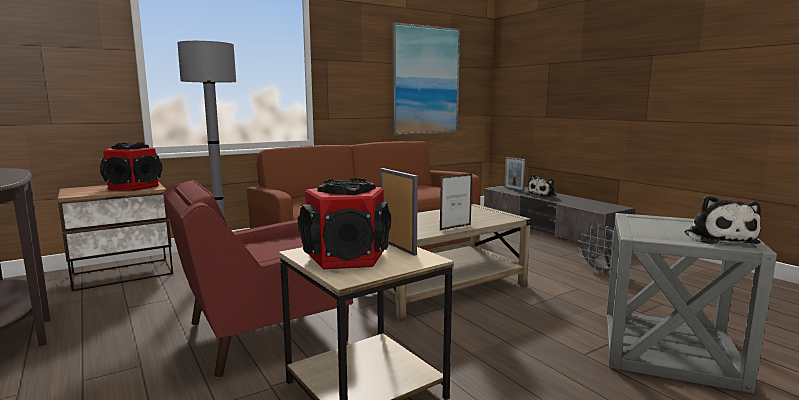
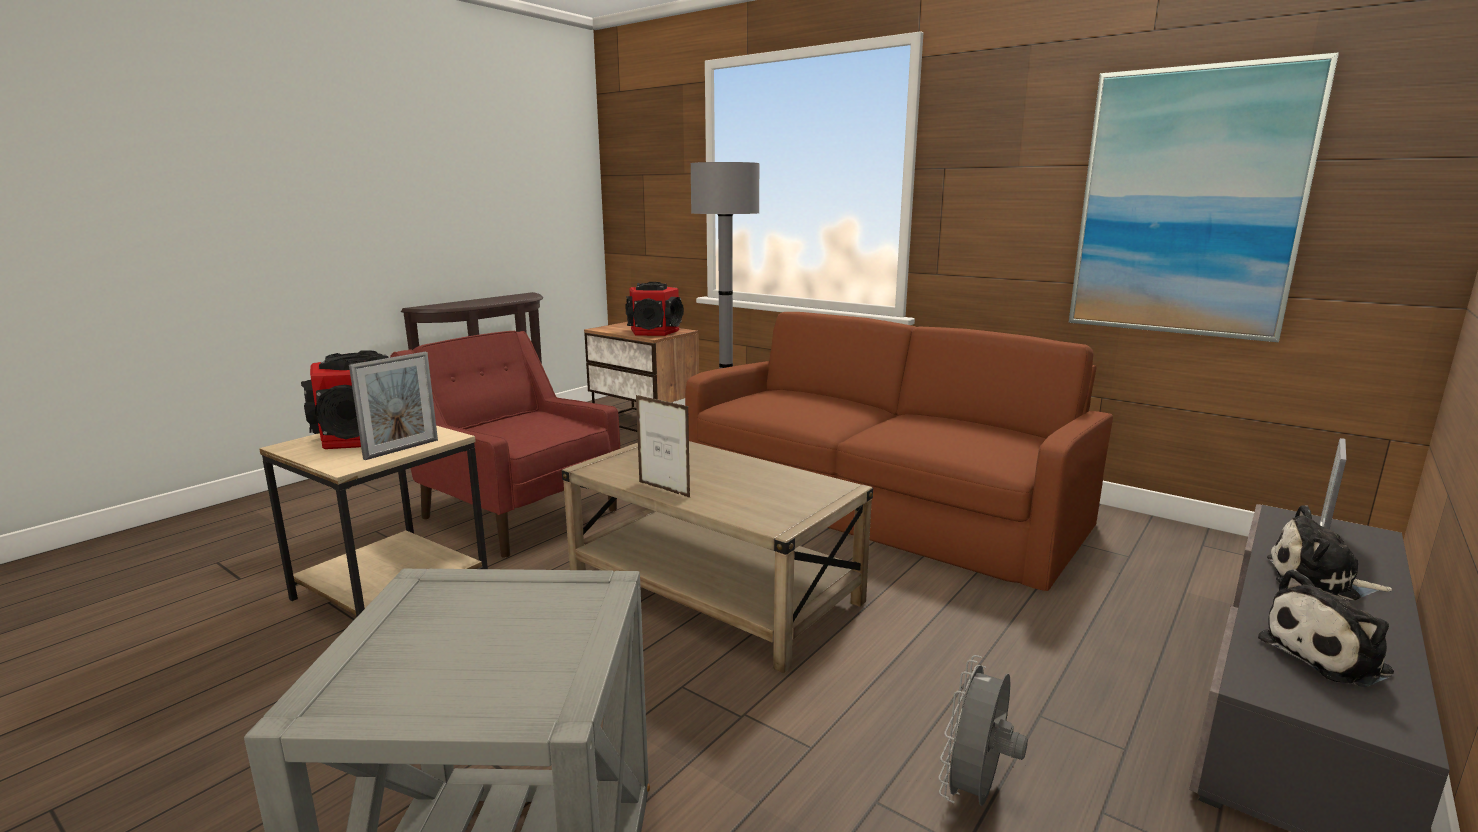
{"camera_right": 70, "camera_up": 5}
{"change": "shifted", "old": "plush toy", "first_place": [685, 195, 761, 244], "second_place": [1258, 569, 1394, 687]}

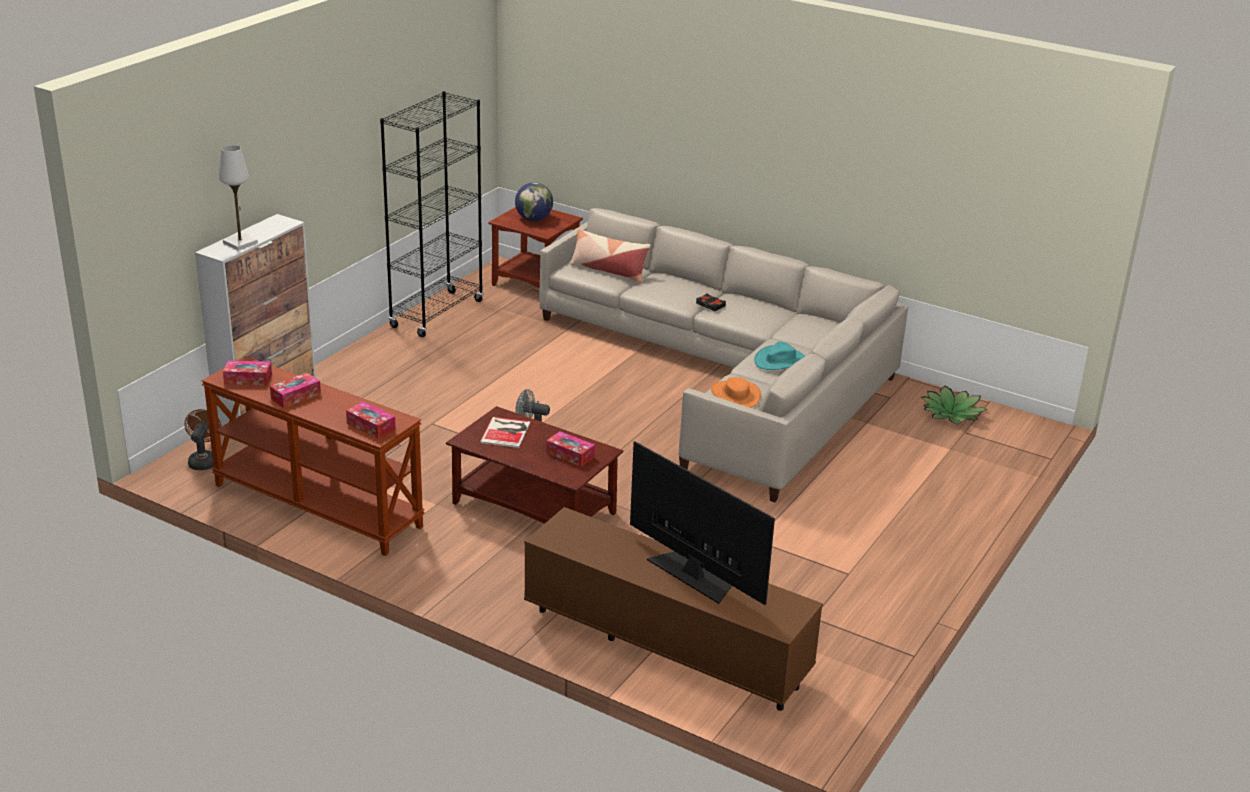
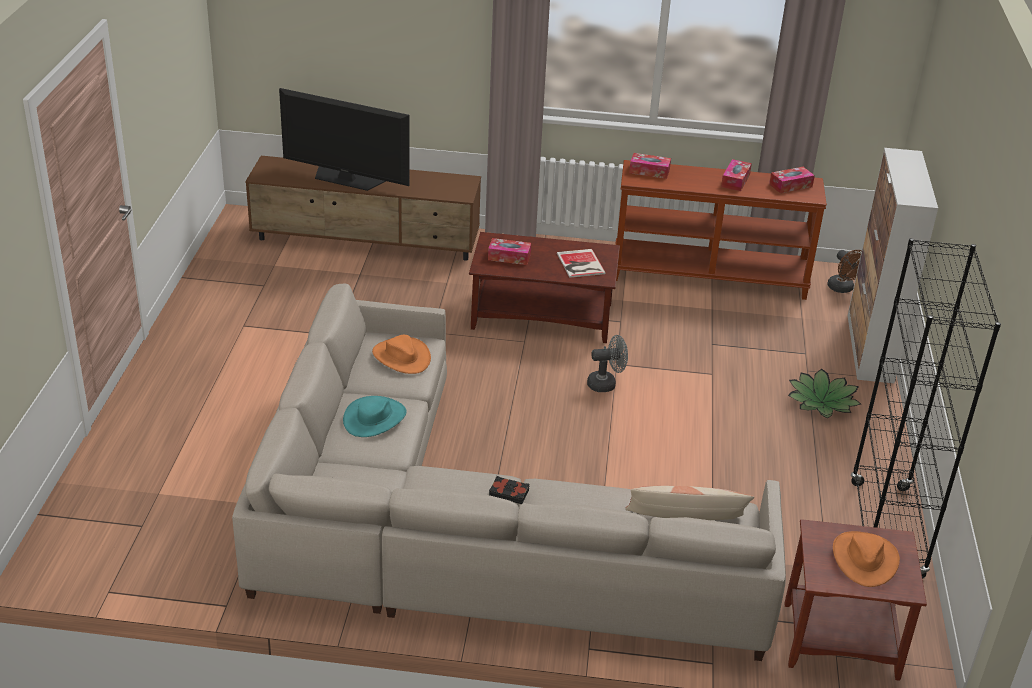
{"camera_right": 155, "camera_up": 5}
{"change": "gone", "old": "table lamp in white", "first_place": [219, 145, 258, 250]}
{"change": "swapped", "old": "globe", "new": "hat in orange", "first_place": [515, 182, 553, 221], "second_place": [833, 531, 900, 587]}
{"change": "shifted", "old": "potted plant", "first_place": [921, 385, 988, 424], "second_place": [788, 369, 861, 418]}

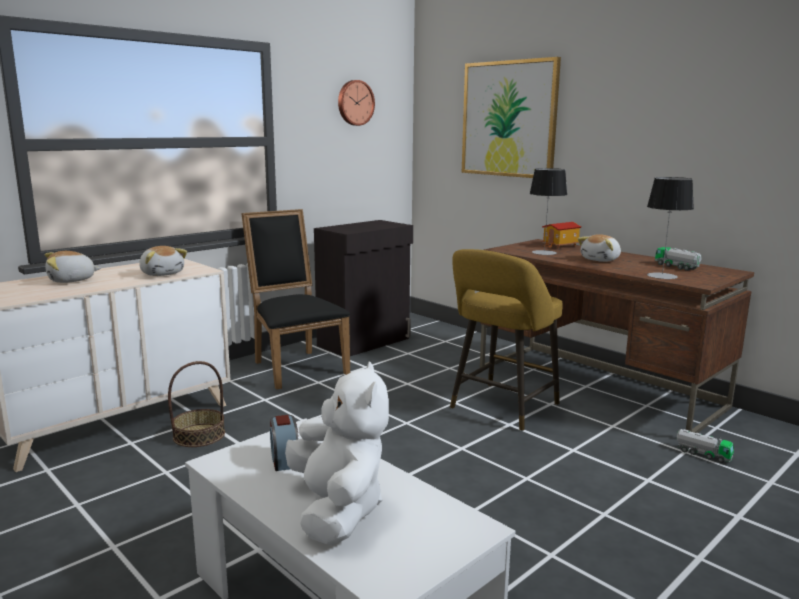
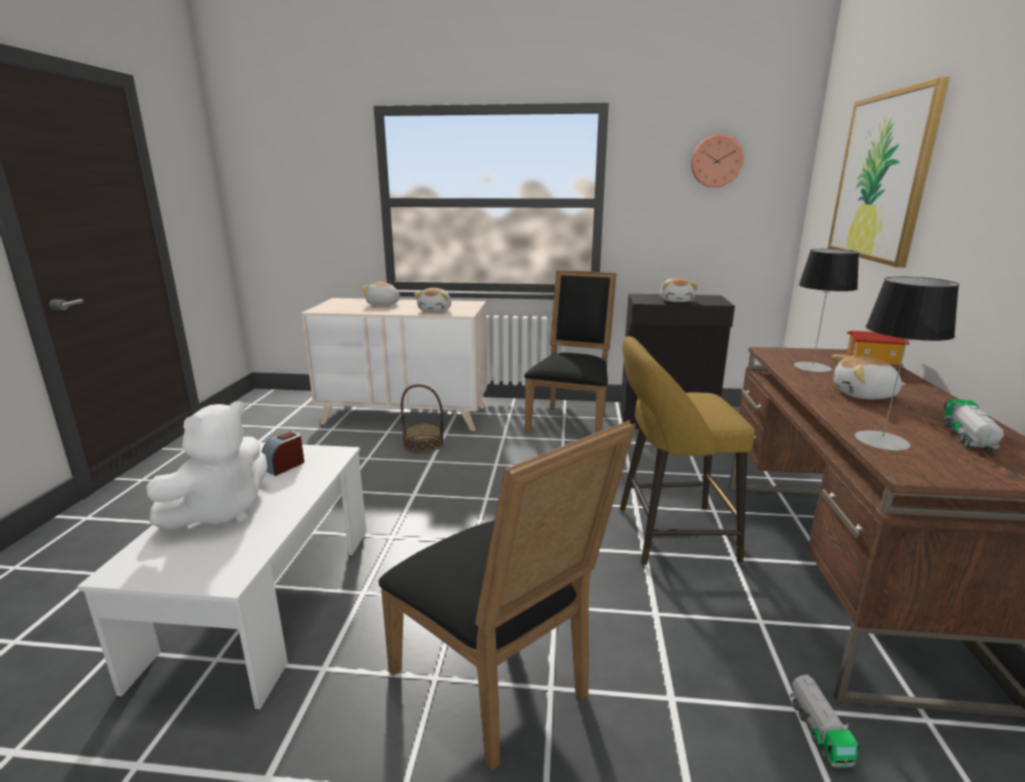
{"camera_right": 50, "camera_up": 5}
{"change": "new", "new": "plush toy", "second_place": [660, 278, 698, 302]}
{"change": "new", "new": "chair in black", "second_place": [379, 420, 636, 771]}

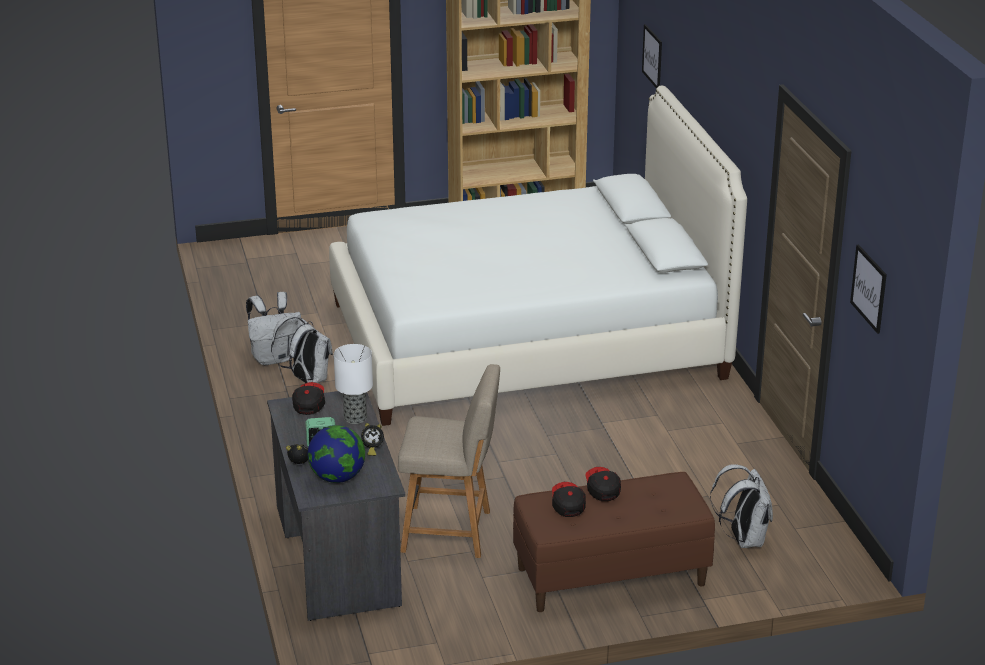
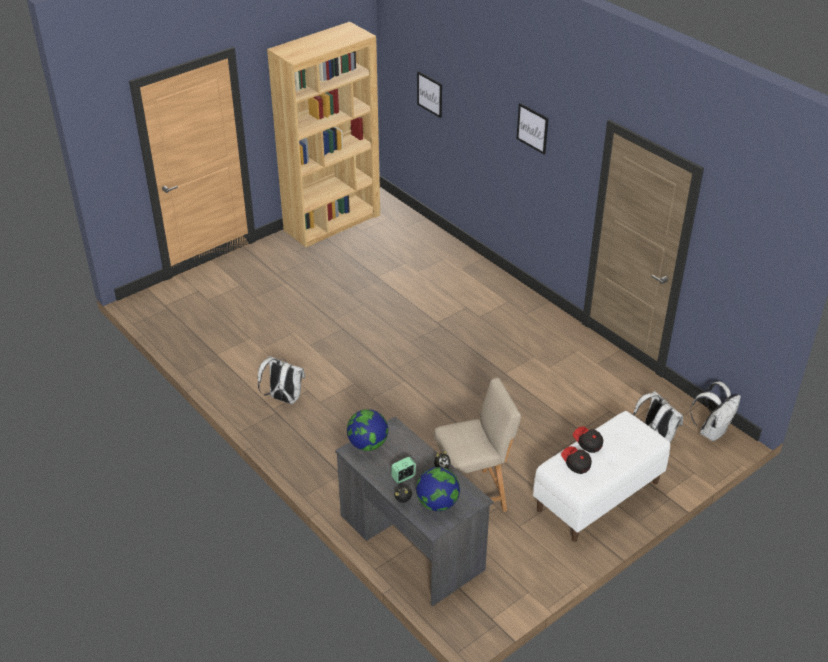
{"camera_right": -25, "camera_up": 10}
{"change": "gone", "old": "bed in white", "first_place": [329, 86, 747, 426]}
{"change": "shifted", "old": "picture", "first_place": [850, 245, 887, 334], "second_place": [516, 103, 549, 155]}
{"change": "shifted", "old": "backpack in white", "first_place": [246, 292, 301, 365], "second_place": [690, 381, 741, 441]}
{"change": "gone", "old": "table lamp", "first_place": [334, 344, 373, 424]}
{"change": "swapped", "old": "cap", "new": "globe", "first_place": [292, 382, 325, 415], "second_place": [347, 409, 388, 451]}
{"change": "repainted", "old": "bench in brown", "new": "bench in white", "first_place": [513, 472, 715, 612], "second_place": [533, 411, 670, 542]}

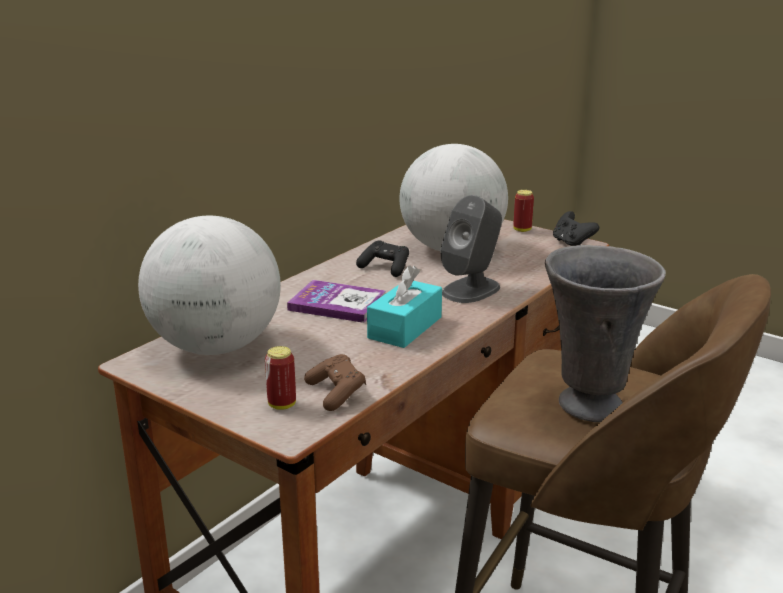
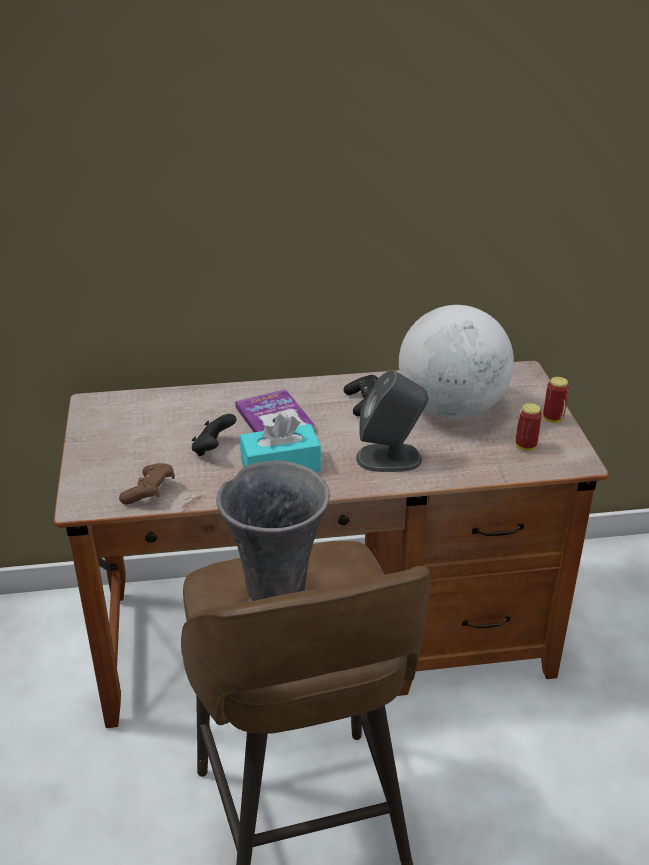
{"camera_right": 45, "camera_up": 10}
{"change": "shifted", "old": "game controller in black", "first_place": [553, 211, 599, 246], "second_place": [192, 414, 237, 456]}
{"change": "gone", "old": "globe", "first_place": [138, 216, 281, 355]}
{"change": "shifted", "old": "can", "first_place": [265, 346, 296, 410], "second_place": [516, 403, 542, 451]}

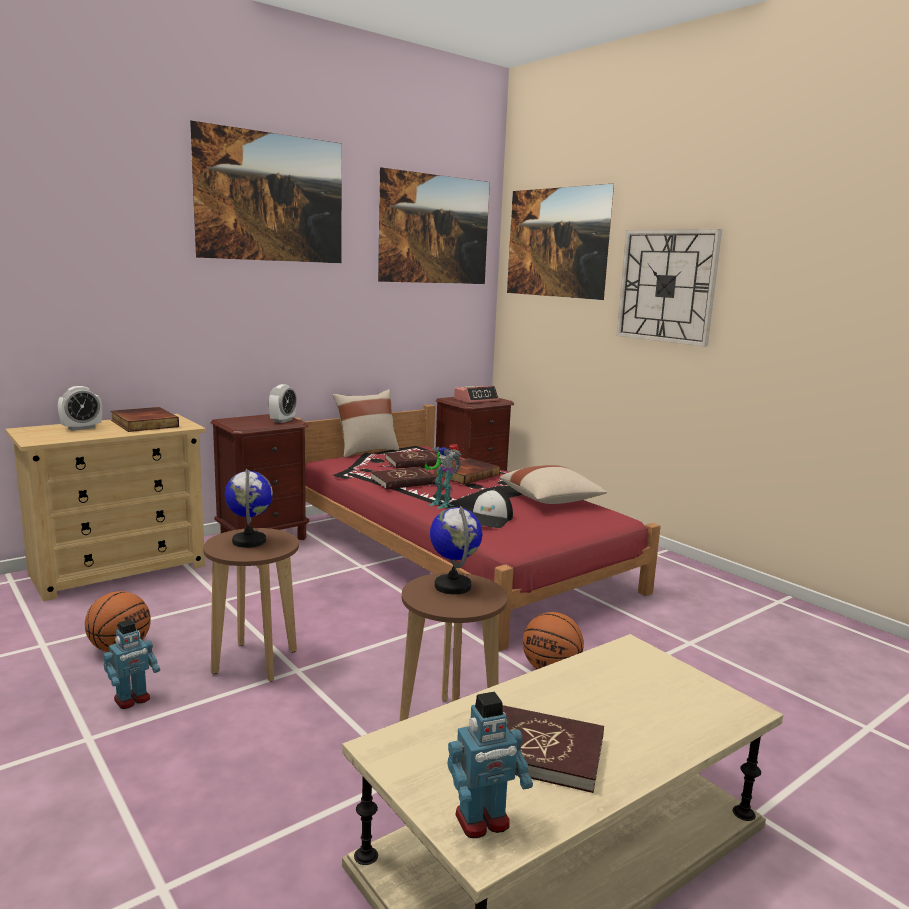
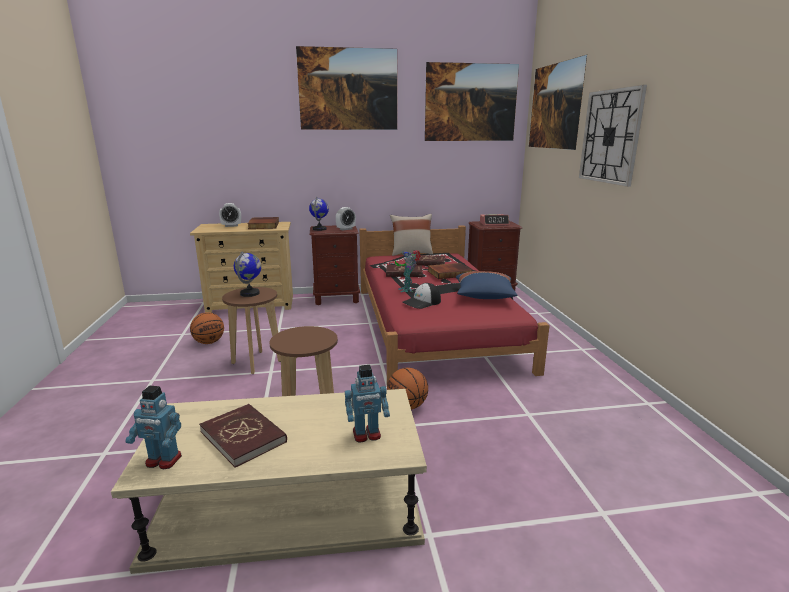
{"camera_right": 30, "camera_up": 5}
{"change": "repainted", "old": "pillow in beige", "new": "pillow in blue", "first_place": [500, 465, 607, 504], "second_place": [456, 271, 517, 299]}
{"change": "shifted", "old": "globe", "first_place": [430, 506, 482, 594], "second_place": [309, 197, 329, 231]}
{"change": "shifted", "old": "toy robot", "first_place": [103, 619, 160, 709], "second_place": [345, 365, 390, 442]}

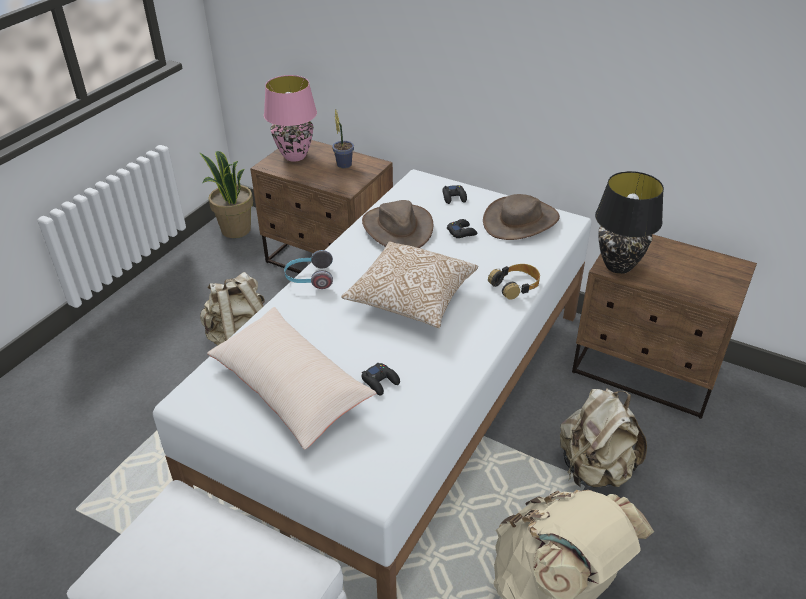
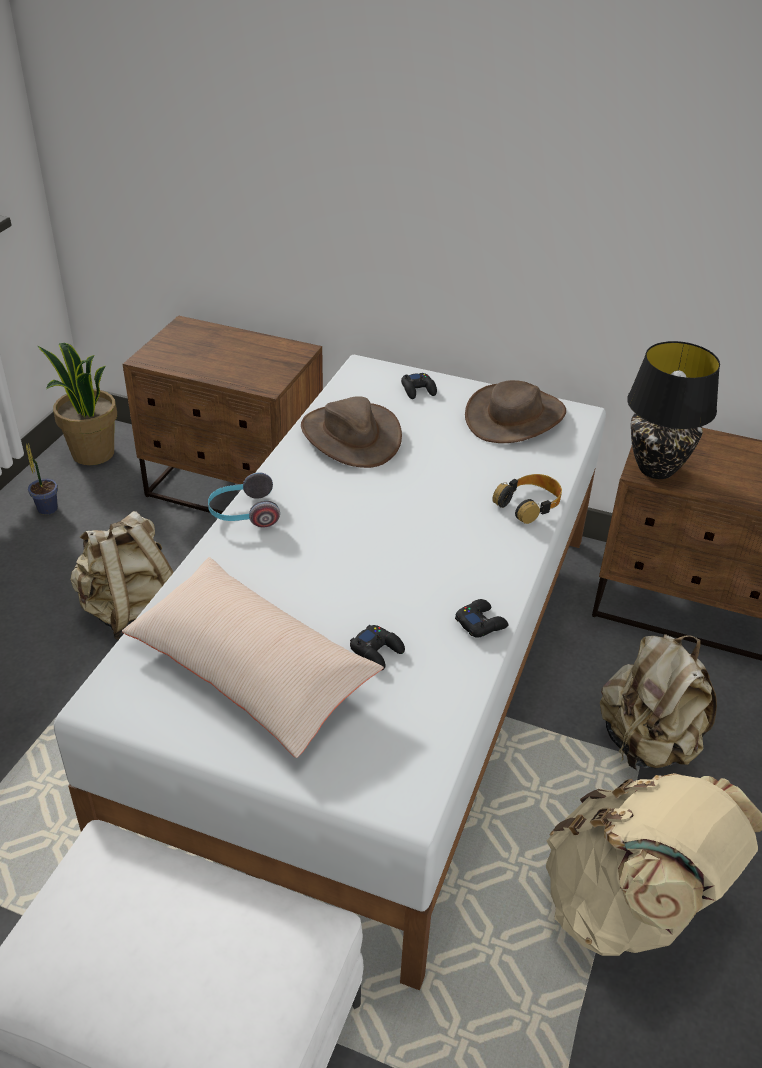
{"camera_right": -10, "camera_up": 0}
{"change": "gone", "old": "table lamp in pink", "first_place": [264, 75, 317, 162]}
{"change": "shifted", "old": "potted plant", "first_place": [332, 109, 354, 168], "second_place": [26, 443, 58, 515]}
{"change": "shifted", "old": "game controller in black", "first_place": [447, 219, 477, 238], "second_place": [455, 599, 509, 638]}
{"change": "gone", "old": "pillow", "first_place": [341, 241, 478, 328]}

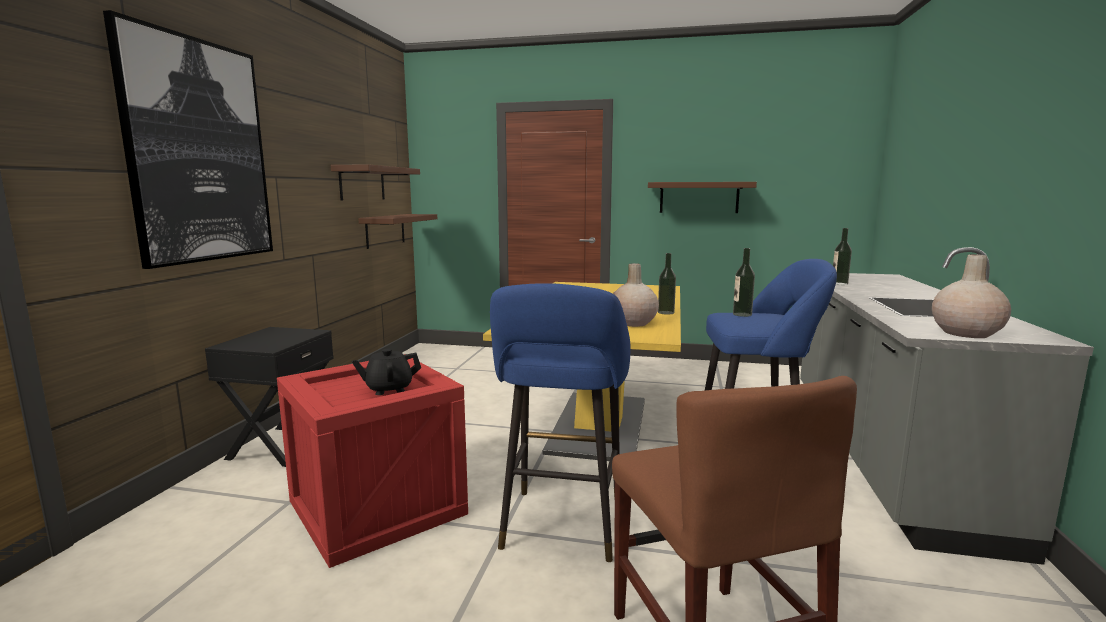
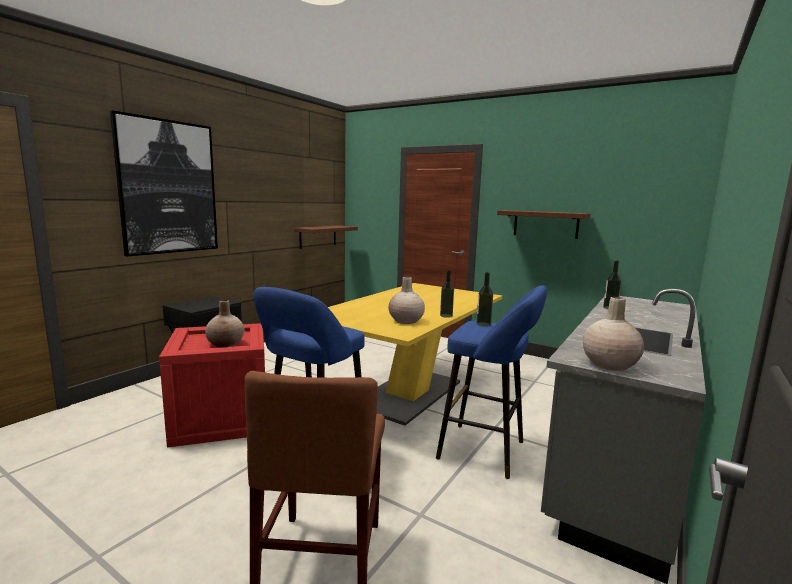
{"camera_right": 20, "camera_up": 0}
{"change": "gone", "old": "shelf in brown", "first_place": [331, 164, 420, 200]}
{"change": "swapped", "old": "teapot in black", "new": "vase in beige", "first_place": [352, 349, 421, 395], "second_place": [205, 300, 244, 348]}

